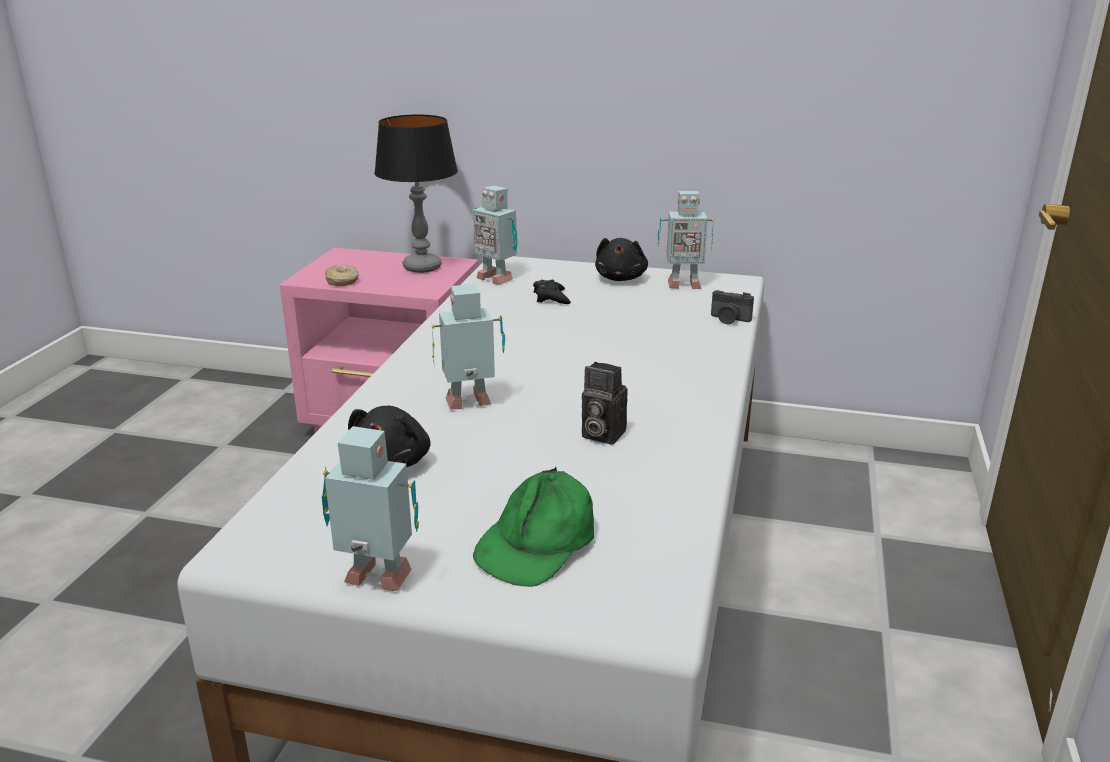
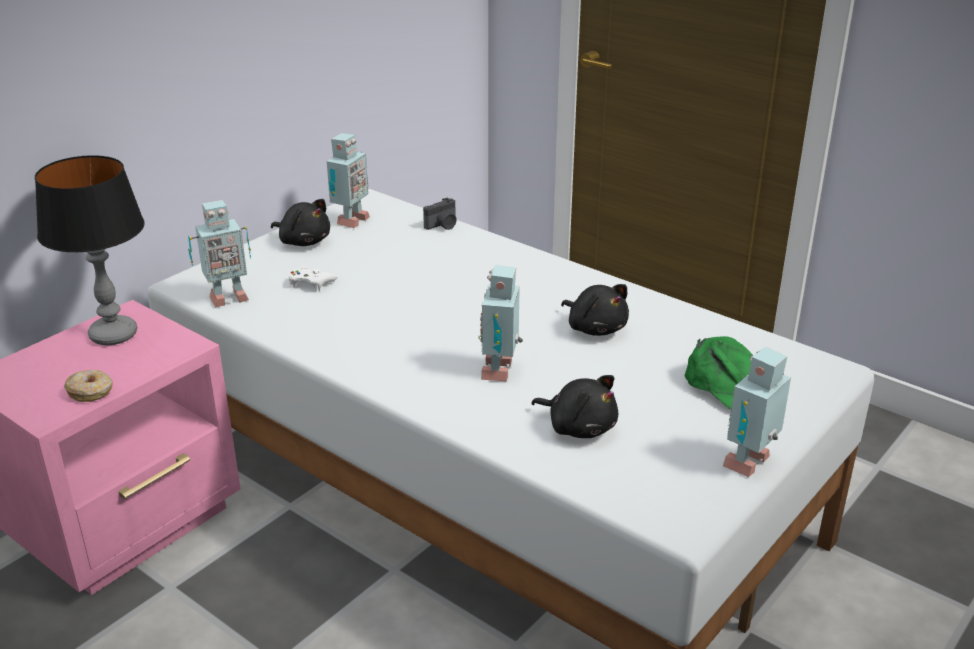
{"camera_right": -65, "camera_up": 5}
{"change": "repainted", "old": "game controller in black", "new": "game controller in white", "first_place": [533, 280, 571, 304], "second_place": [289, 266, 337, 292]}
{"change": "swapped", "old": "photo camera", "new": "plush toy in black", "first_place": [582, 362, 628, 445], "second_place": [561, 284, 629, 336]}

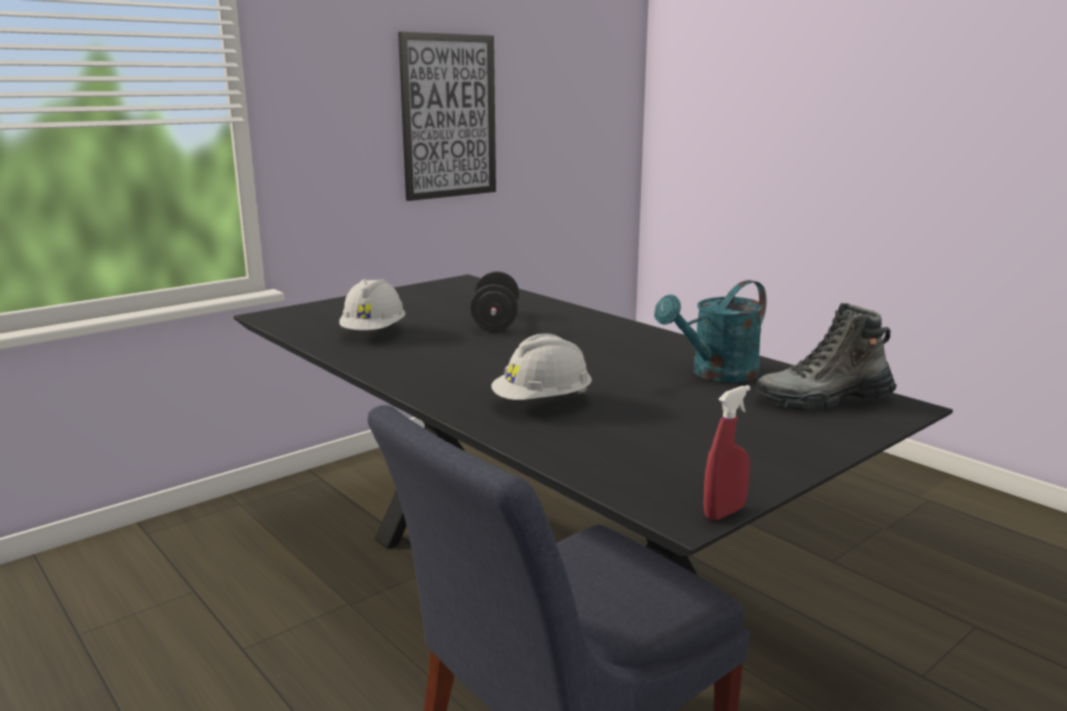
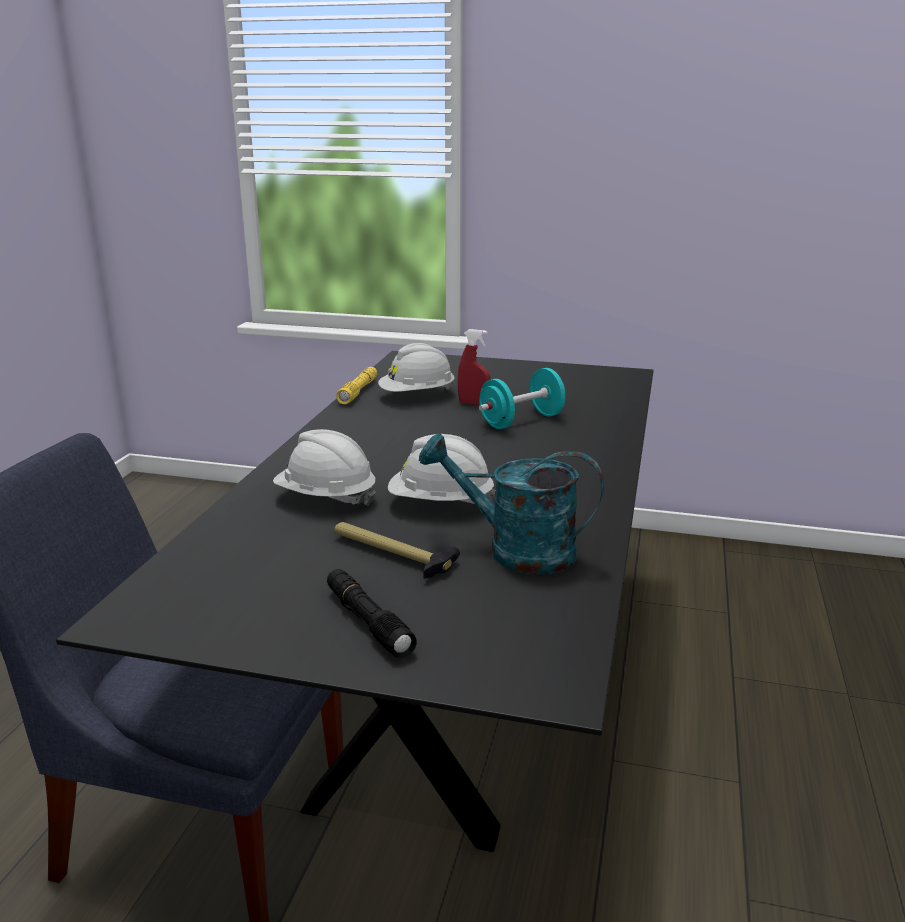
{"camera_right": 55, "camera_up": 5}
{"change": "gone", "old": "picture", "first_place": [398, 32, 496, 201]}
{"change": "repainted", "old": "dumbbell in black", "new": "dumbbell in turquoise", "first_place": [471, 271, 519, 331], "second_place": [479, 368, 565, 429]}
{"change": "gone", "old": "boot", "first_place": [755, 303, 897, 411]}
{"change": "shifted", "old": "spray bottle in red", "first_place": [703, 385, 751, 520], "second_place": [457, 329, 491, 405]}
{"change": "new", "new": "flashlight in yellow", "second_place": [336, 367, 377, 404]}
{"change": "new", "new": "hard hat in white", "second_place": [388, 434, 495, 504]}
{"change": "new", "new": "hammer", "second_place": [334, 522, 460, 579]}
{"change": "new", "new": "flashlight in black", "second_place": [327, 569, 417, 658]}

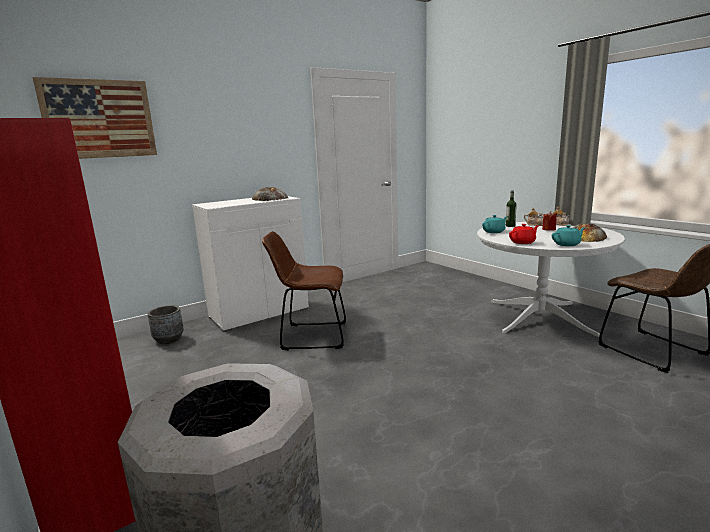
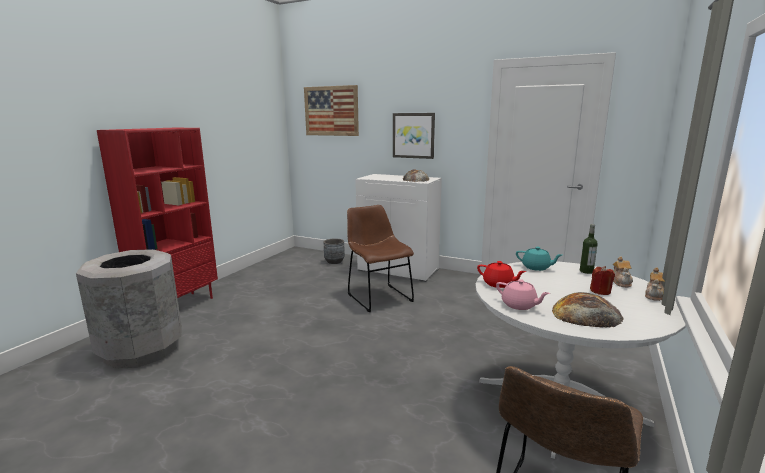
{"camera_right": 60, "camera_up": 0}
{"change": "repainted", "old": "teapot in turquoise", "new": "teapot in pink", "first_place": [552, 225, 586, 246], "second_place": [496, 279, 550, 310]}
{"change": "new", "new": "picture", "second_place": [393, 113, 435, 159]}

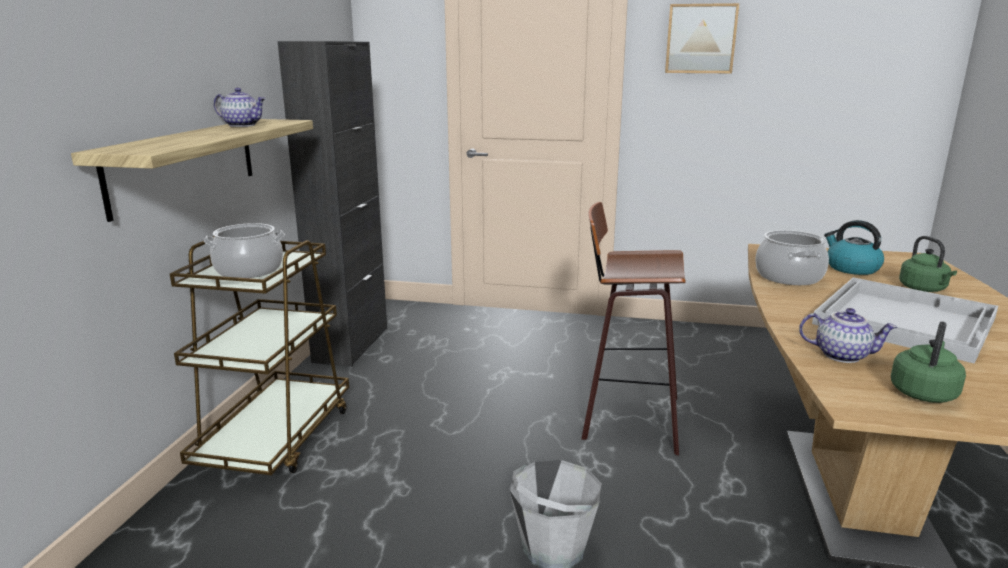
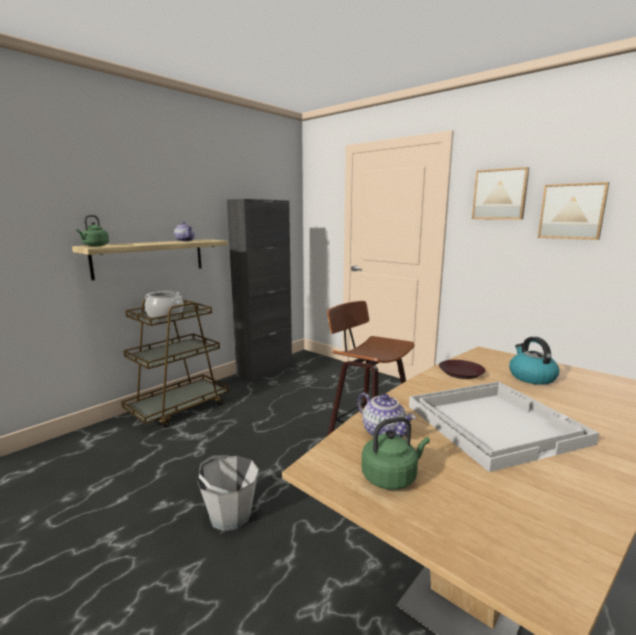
{"camera_right": 30, "camera_up": -5}
{"change": "swapped", "old": "cooking pot", "new": "plate in brown", "first_place": [755, 230, 829, 285], "second_place": [439, 360, 486, 379]}
{"change": "shifted", "old": "kettle in green", "first_place": [899, 236, 957, 292], "second_place": [76, 215, 109, 246]}
{"change": "new", "new": "picture", "second_place": [538, 182, 609, 240]}

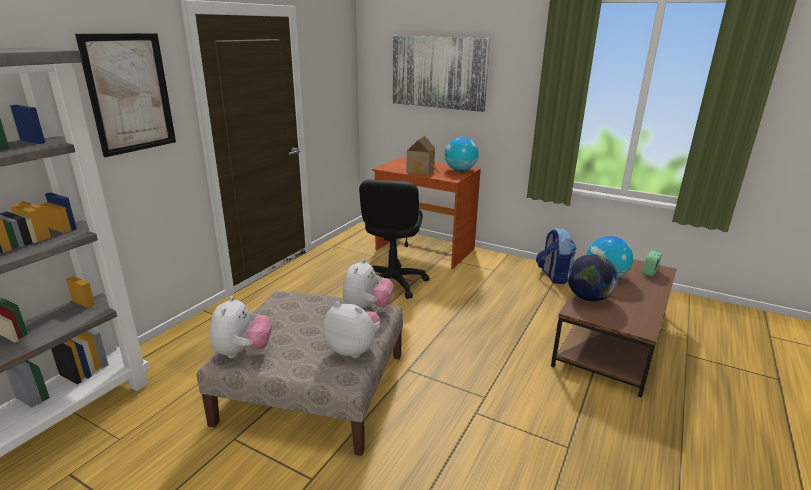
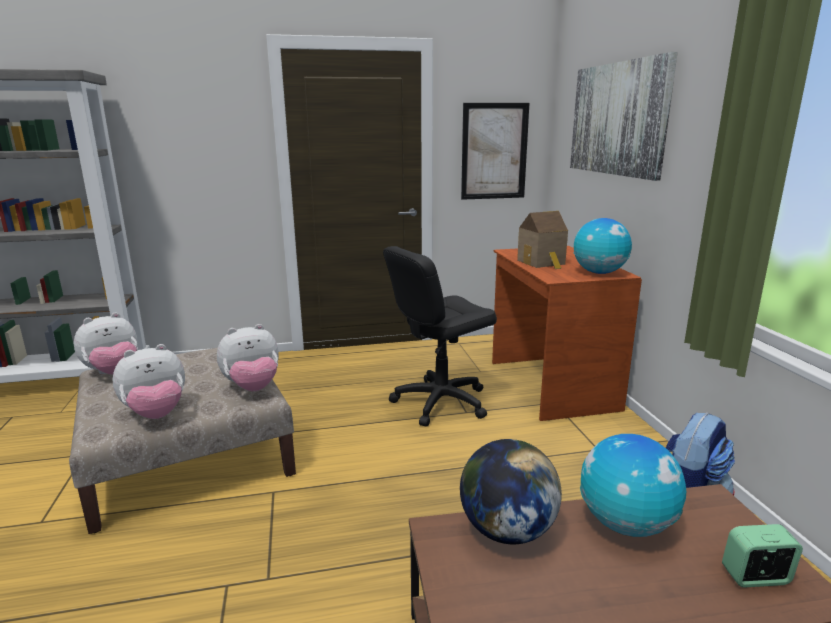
{"camera_right": 50, "camera_up": -5}
{"change": "shifted", "old": "picture", "first_place": [75, 33, 176, 157], "second_place": [461, 103, 530, 200]}
{"change": "rotated", "old": "plush toy", "first_place": [323, 302, 381, 358], "second_place": [113, 344, 185, 419], "degrees": 75}

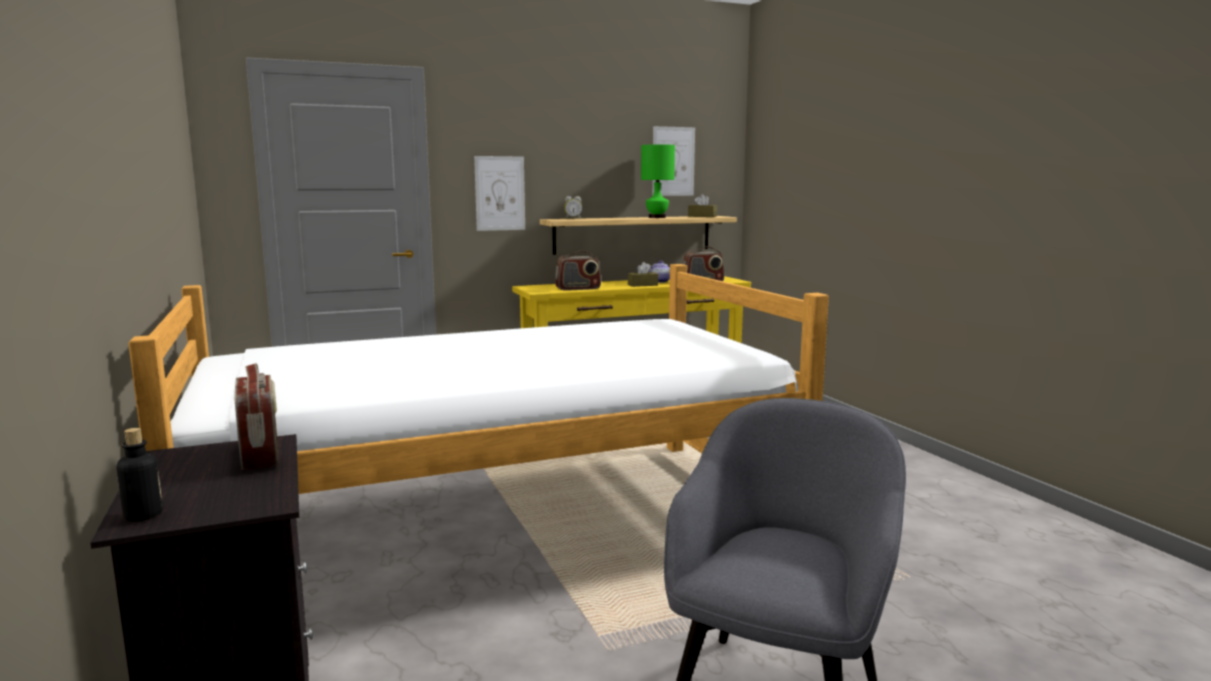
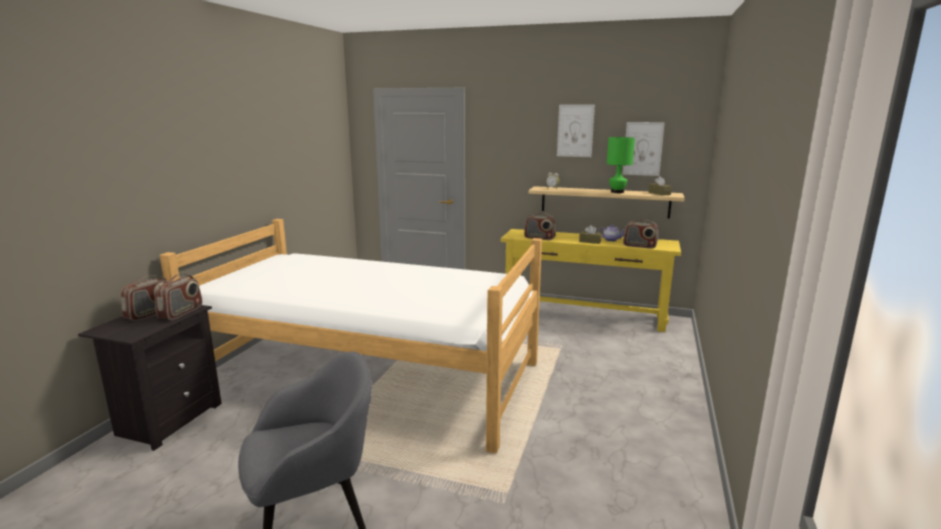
{"camera_right": 40, "camera_up": 5}
{"change": "shifted", "old": "picture", "first_place": [474, 156, 525, 231], "second_place": [557, 104, 595, 157]}
{"change": "gone", "old": "bottle", "first_place": [117, 428, 163, 521]}
{"change": "new", "new": "radio", "second_place": [120, 275, 167, 321]}

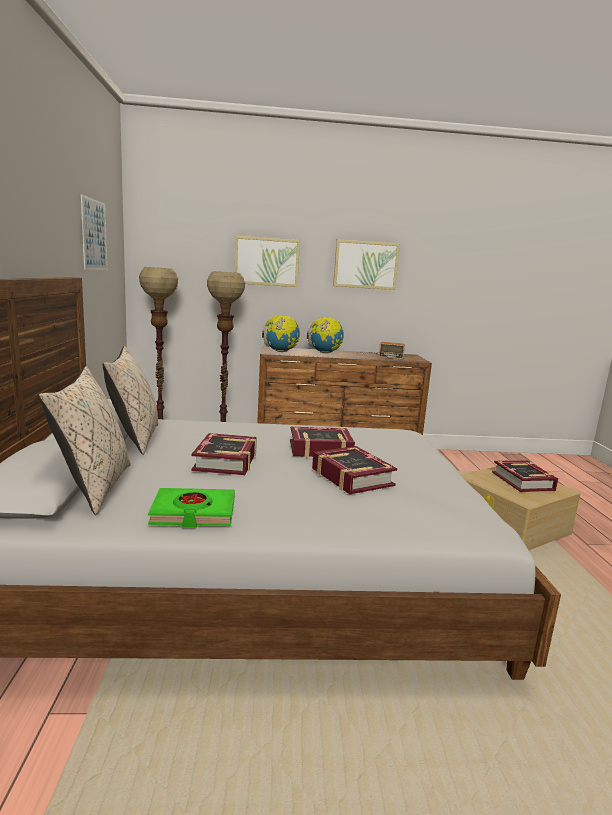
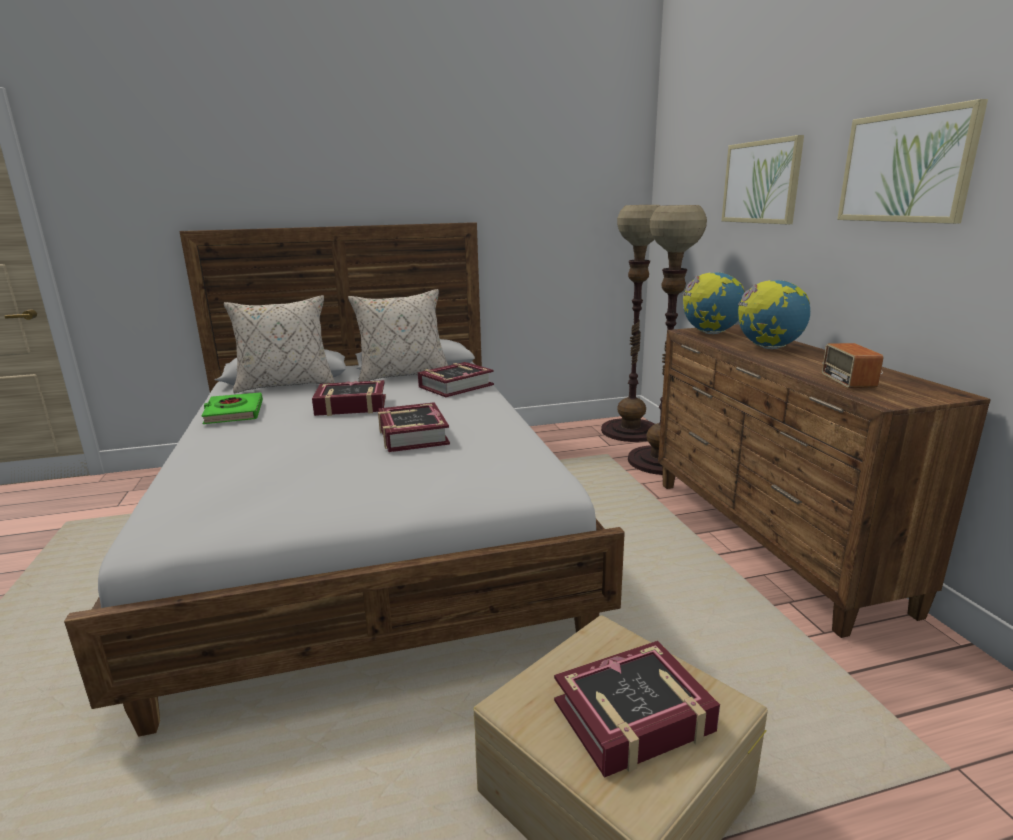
{"camera_right": 80, "camera_up": 5}
{"change": "gone", "old": "picture", "first_place": [81, 194, 108, 270]}
{"change": "shifted", "old": "book", "first_place": [312, 446, 397, 494], "second_place": [418, 362, 494, 397]}

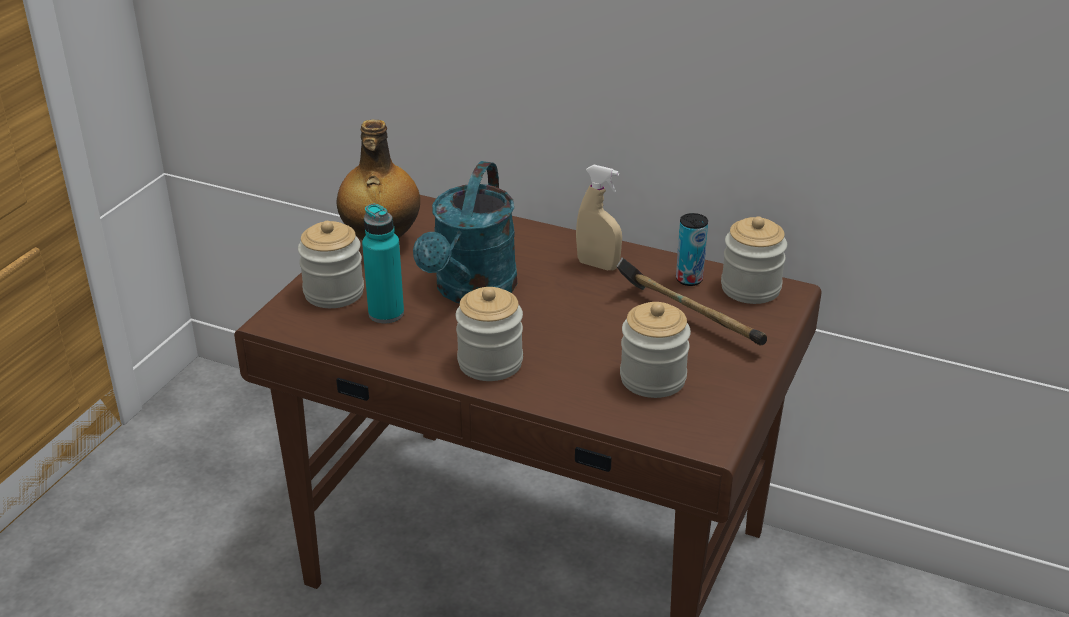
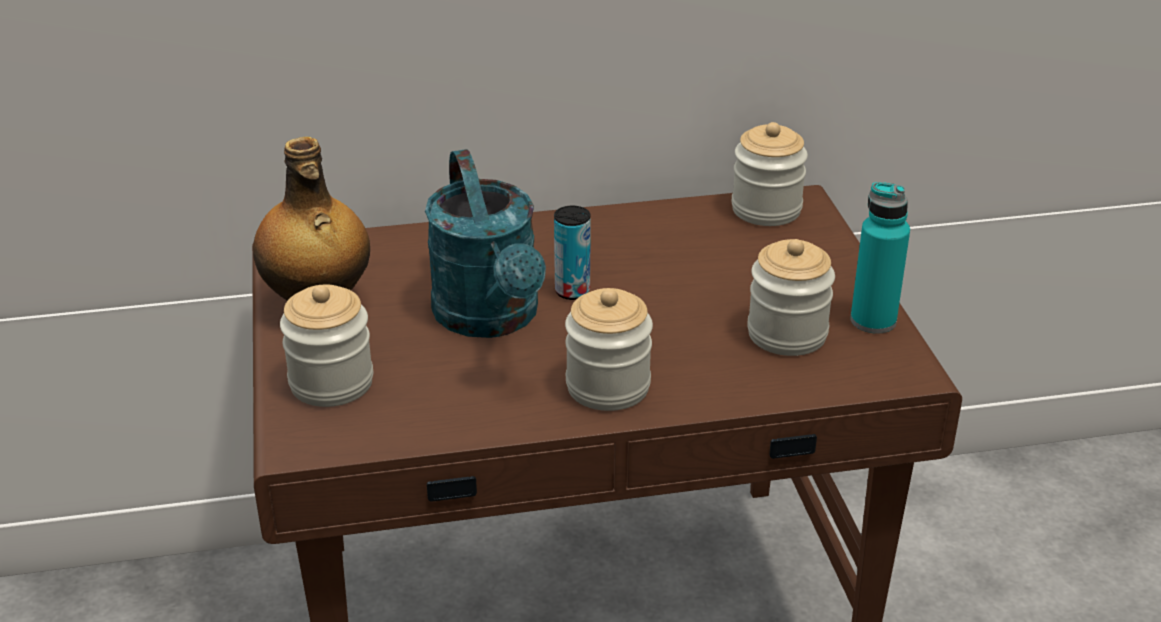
{"camera_right": -35, "camera_up": 0}
{"change": "gone", "old": "spray bottle in beige", "first_place": [576, 165, 622, 270]}
{"change": "shifted", "old": "bottle in turquoise", "first_place": [362, 204, 404, 323], "second_place": [850, 182, 910, 334]}
{"change": "shifted", "old": "can", "first_place": [676, 213, 708, 286], "second_place": [554, 206, 590, 300]}
{"change": "gone", "old": "hammer", "first_place": [616, 258, 767, 346]}

